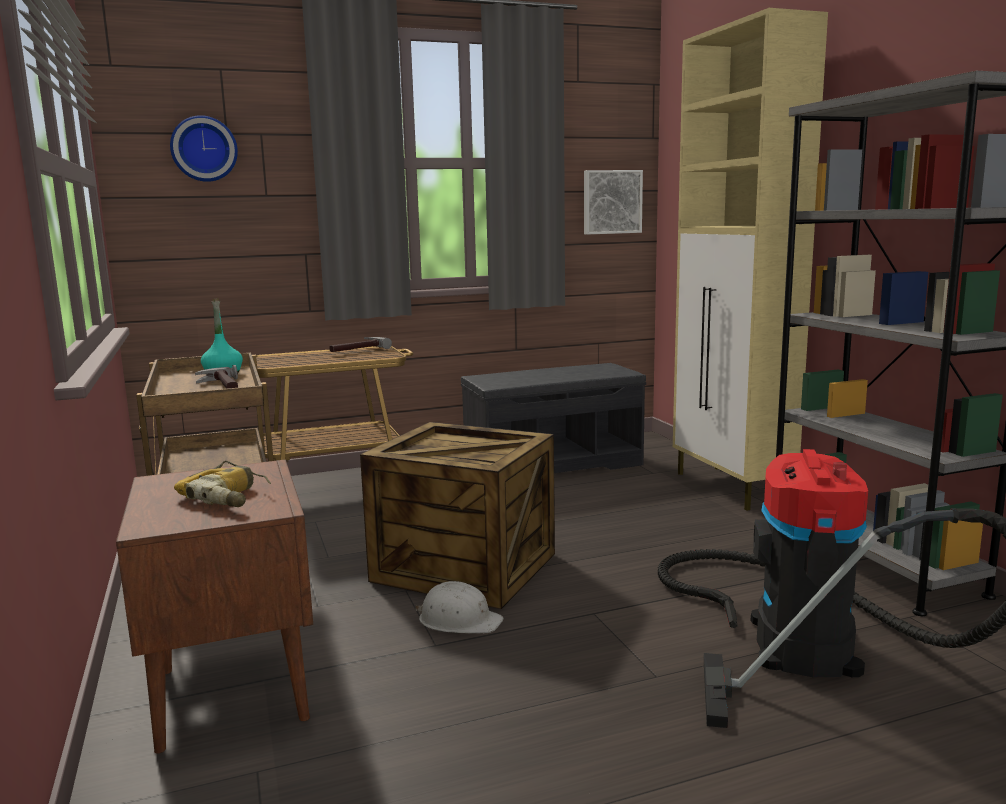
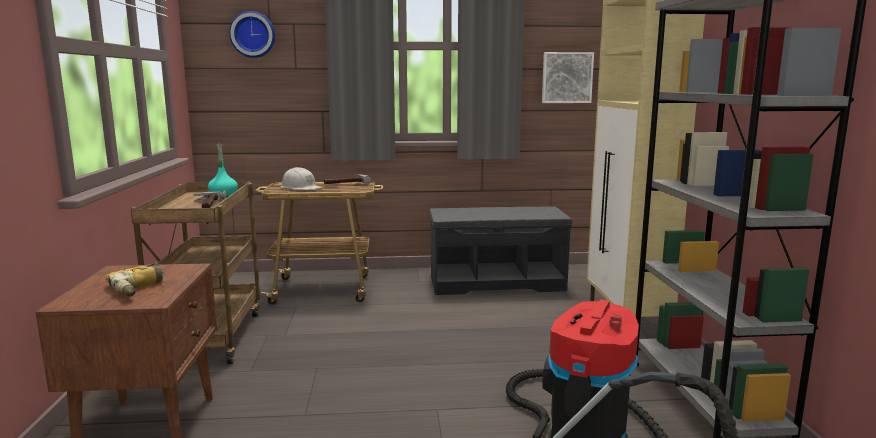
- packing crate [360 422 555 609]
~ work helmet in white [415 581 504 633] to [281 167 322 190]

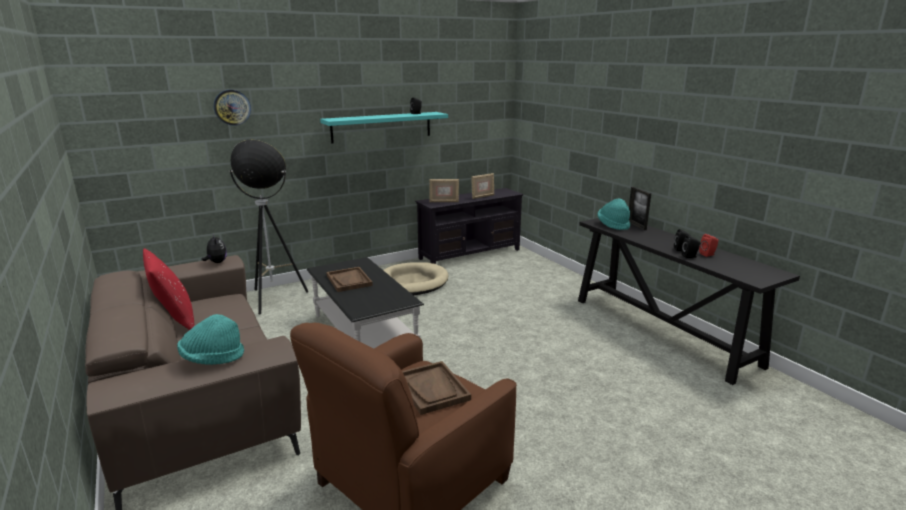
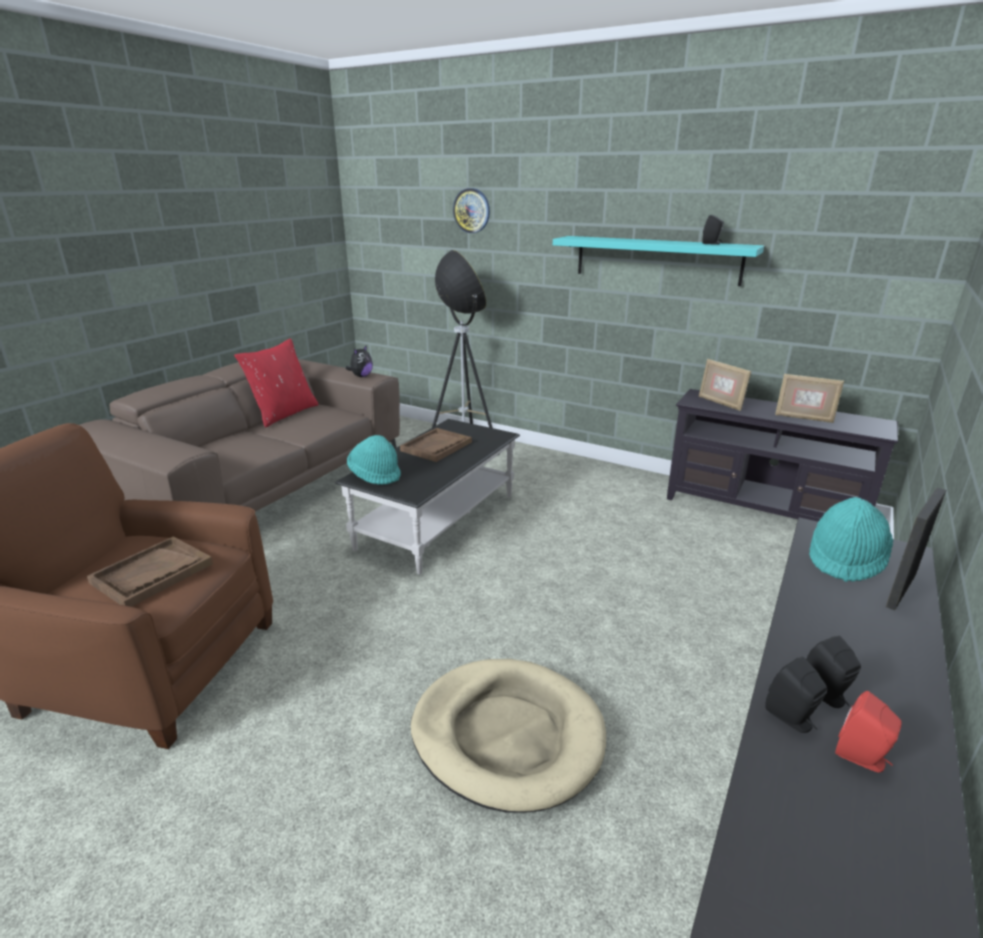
~ dog cushion in beige [383 262 449 295] to [411 659 606 813]
~ hat in turquoise [177 314 244 365] to [347 435 401 485]

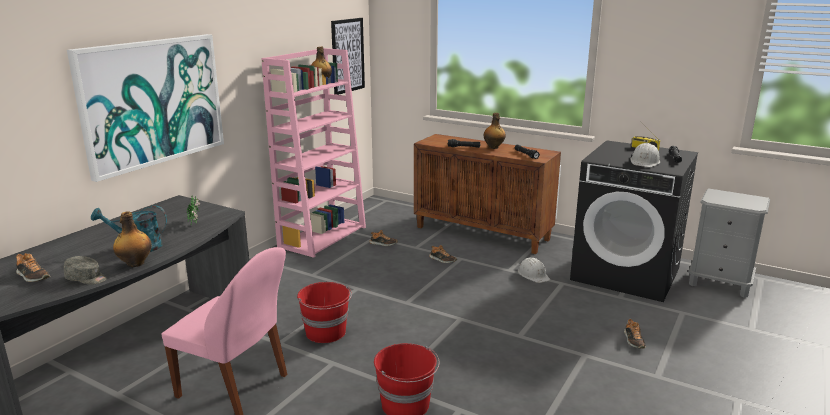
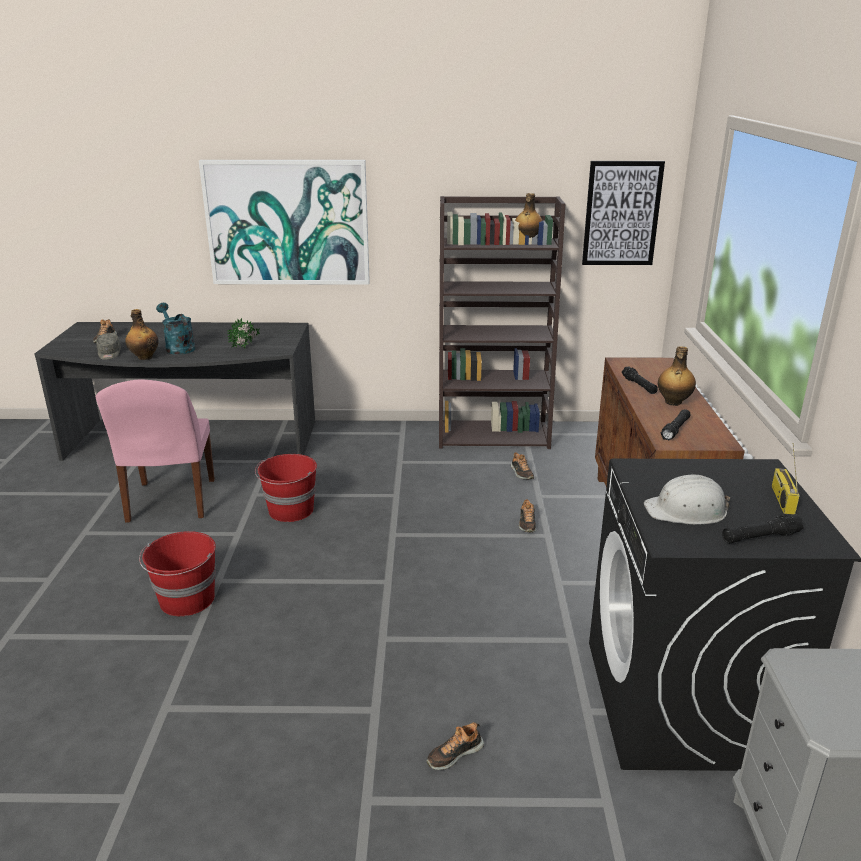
~ bookcase in pink [261 48 366 258] to bookcase in brown [439 196 565 449]
- work helmet in white [518 258 550 283]

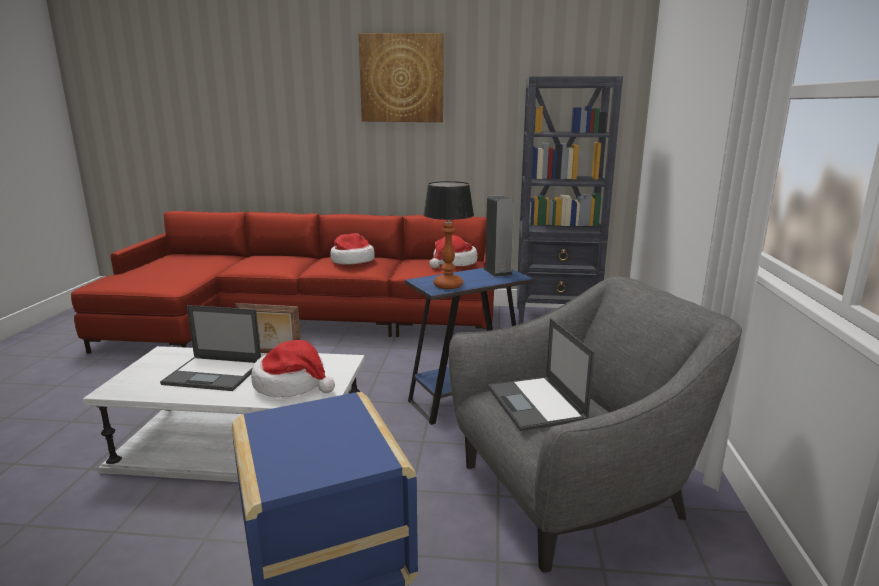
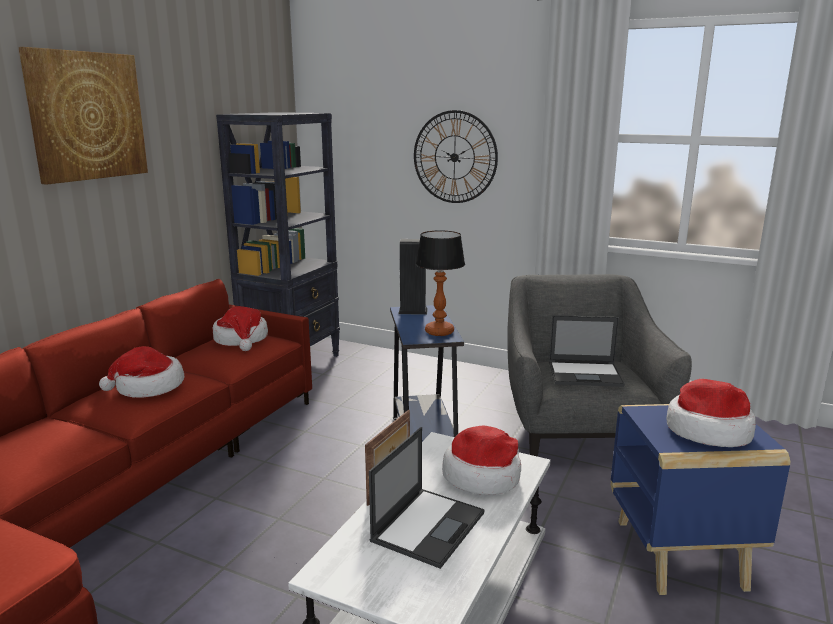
+ wall clock [414 110 498 203]
+ hat [667 379 756 447]

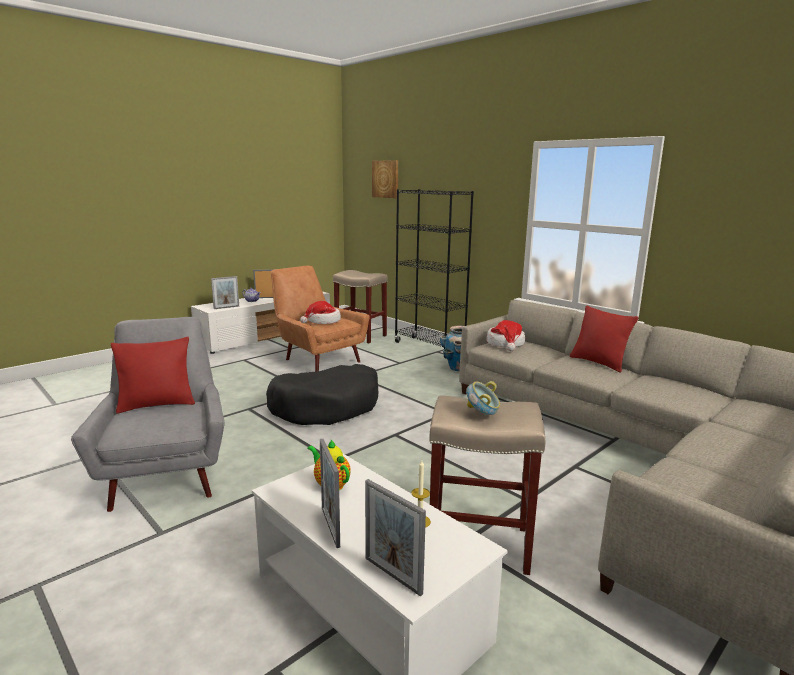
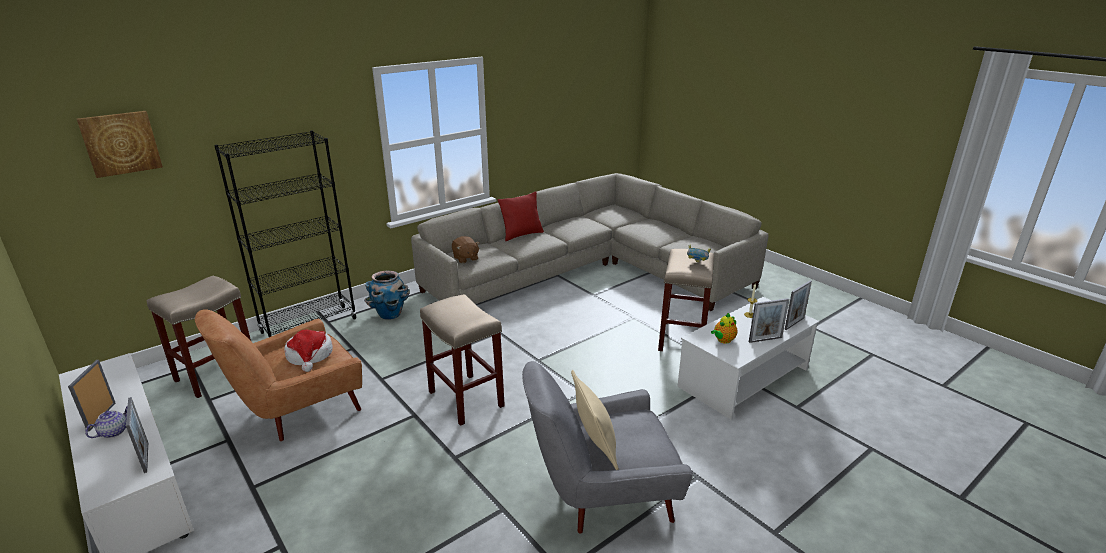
~ hat [487 320 525 351] to cuddly toy in brown [452 236 480 263]
~ cushion in reddish [111 337 195 414] to cushion in beige [571 370 619 470]
~ dog cushion in black-coloured [266 364 378 425] to stool in beige [420 294 505 426]

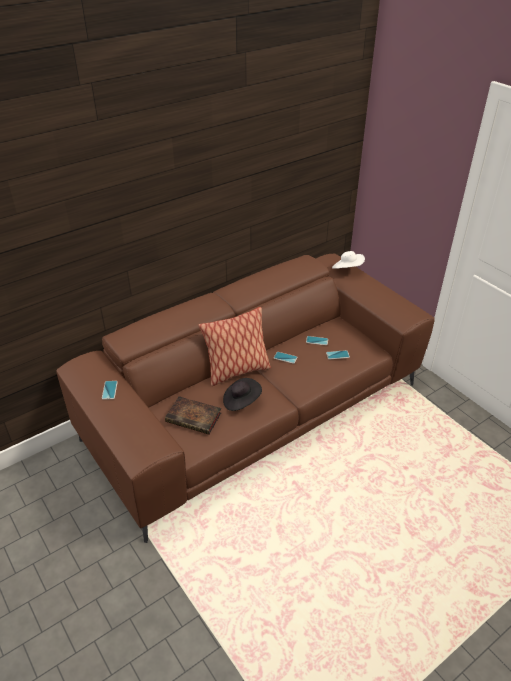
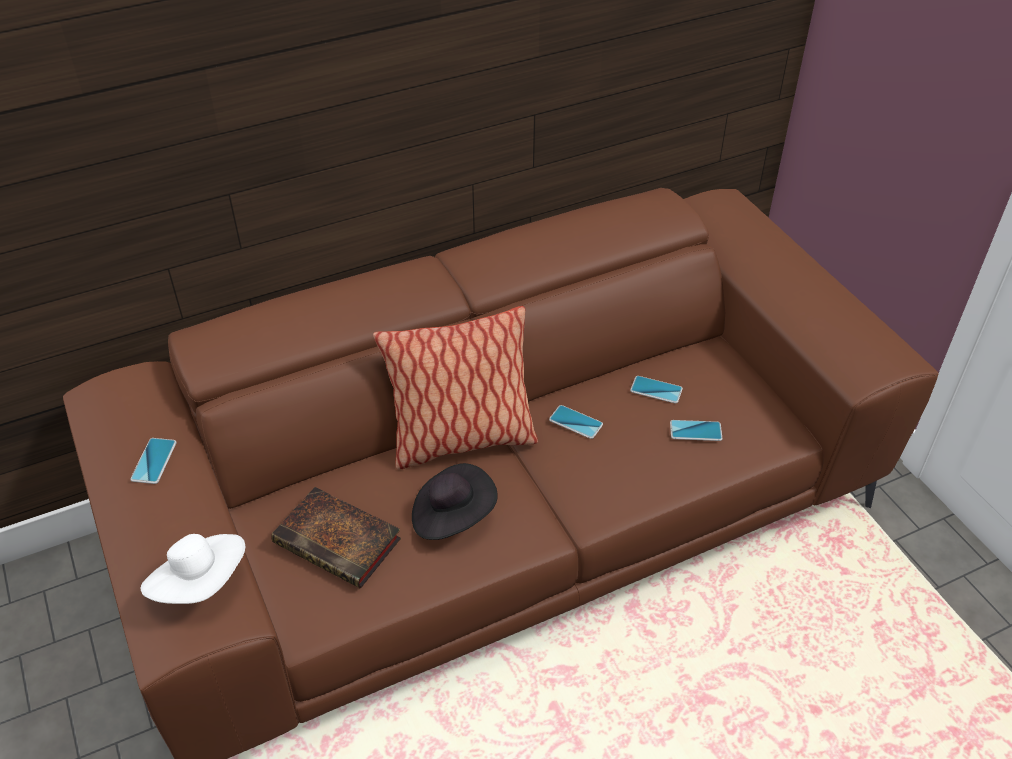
~ hat in white [332 251 365 269] to [141 534 245 604]

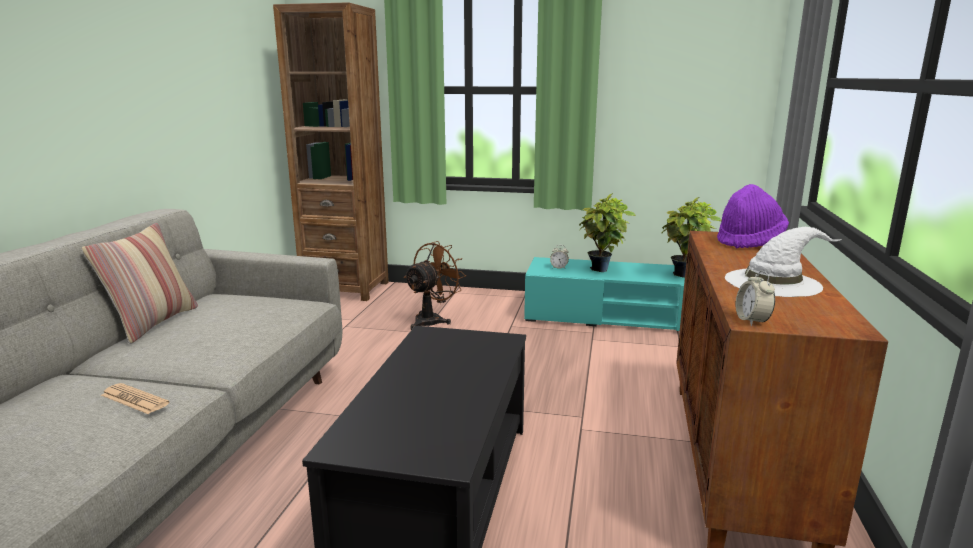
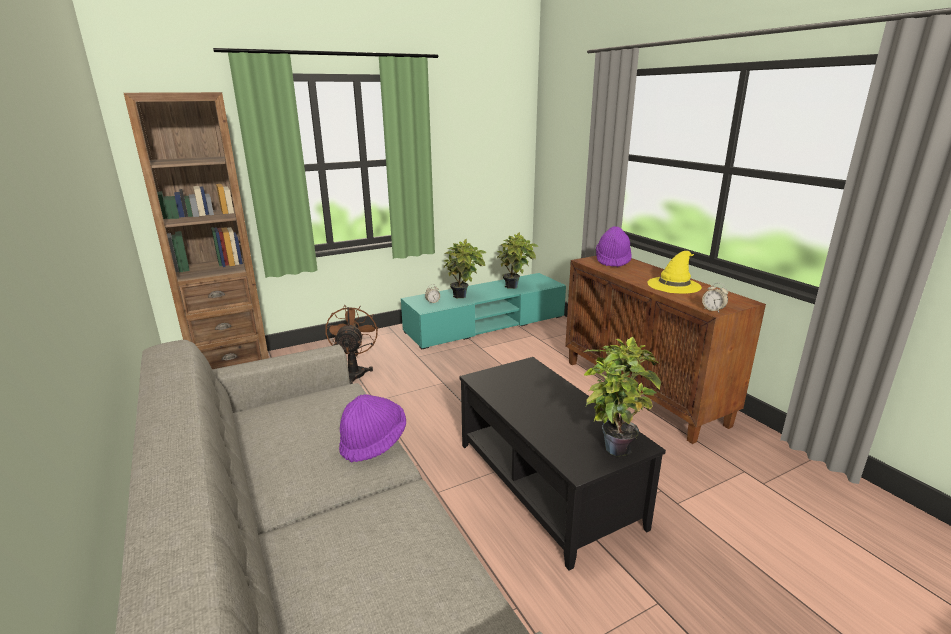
- cushion [81 223 198 344]
~ hat in white [725 227 842 297] to hat in yellow [647 251 702 294]
- newspaper [101 383 170 414]
+ houseplant [584 337 661 457]
+ hat in purple-coloured [339 394 406 462]

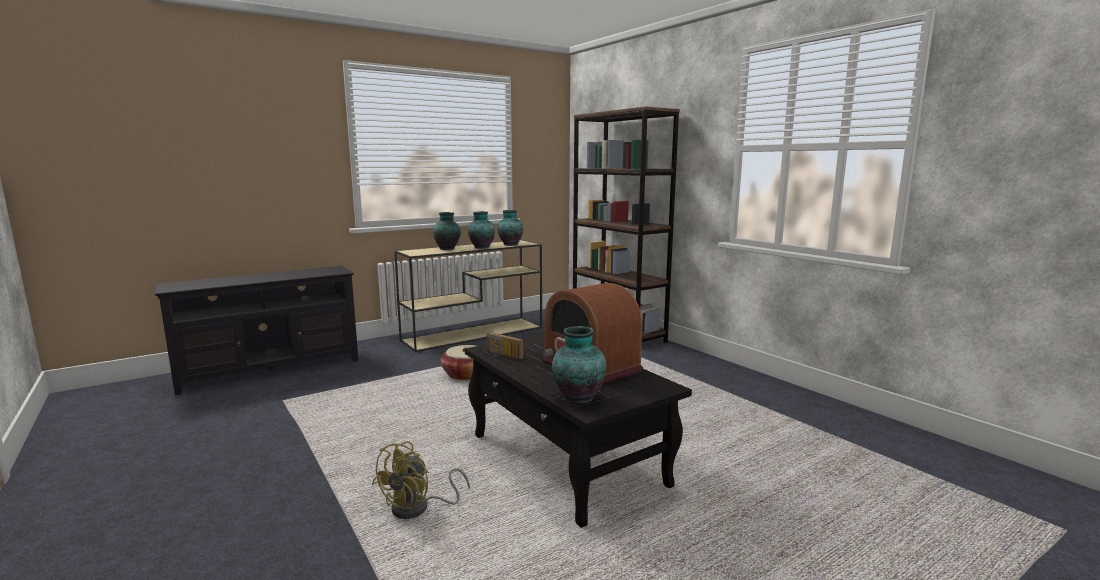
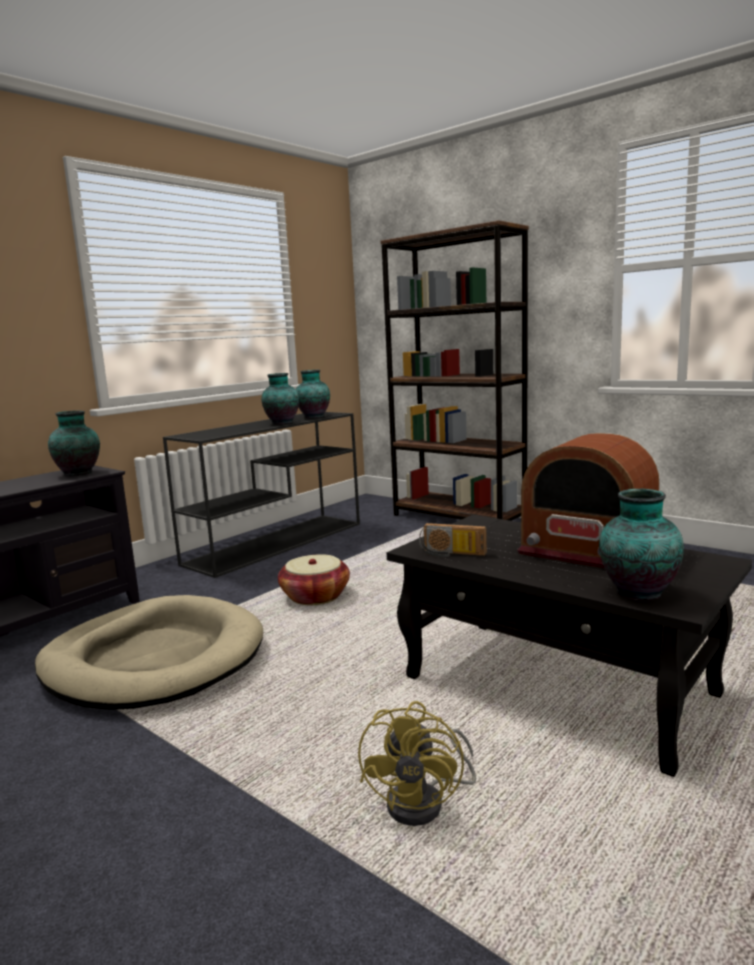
~ flower vase [433 212 461 250] to [48 410 100 476]
~ hall table in beige [394 240 542 352] to hall table in black-coloured [163 412 360 578]
+ dog cushion in beige [35 595 263 710]

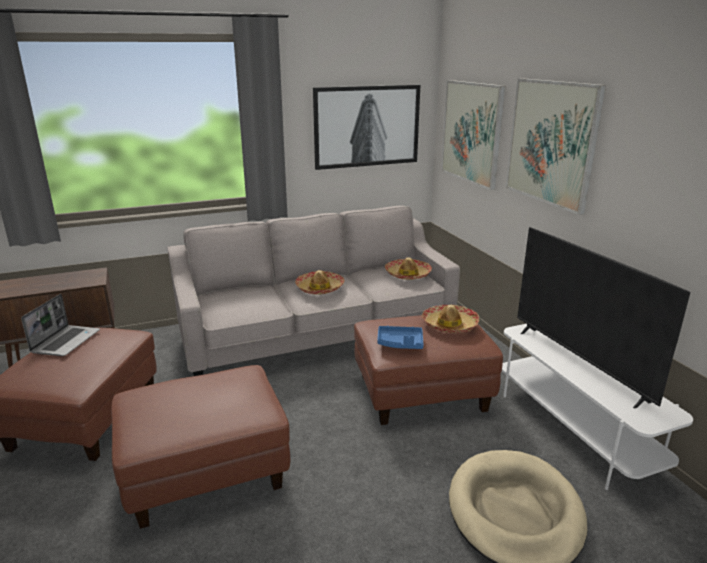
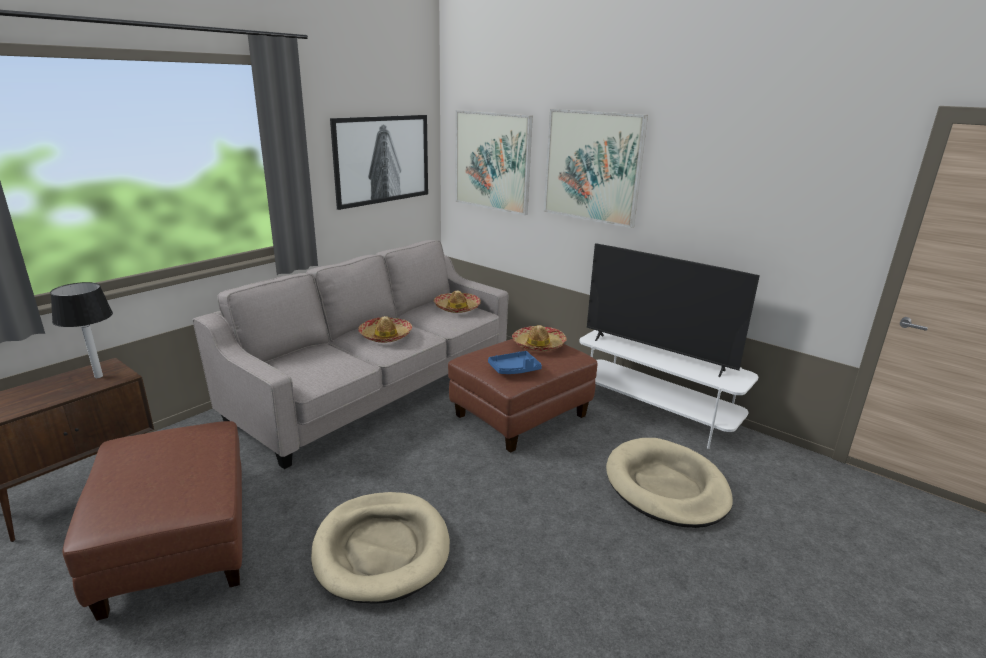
- notebook computer [21 294 100 356]
~ ottoman in brown [111 365 290 529] to dog cushion in beige [311 492 450 604]
+ lamp for a table [50 282 113 378]

